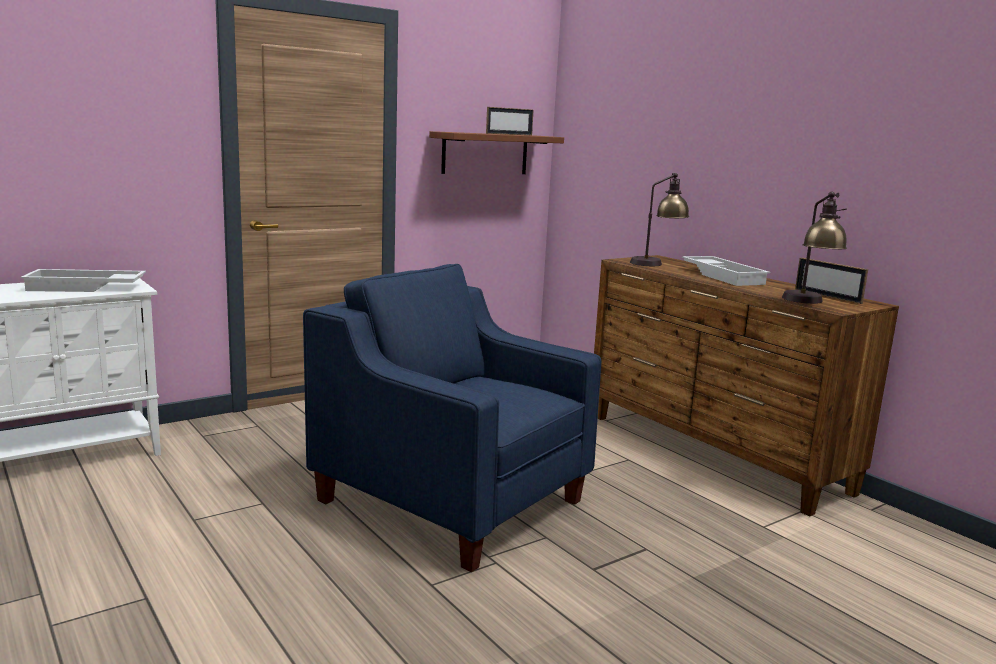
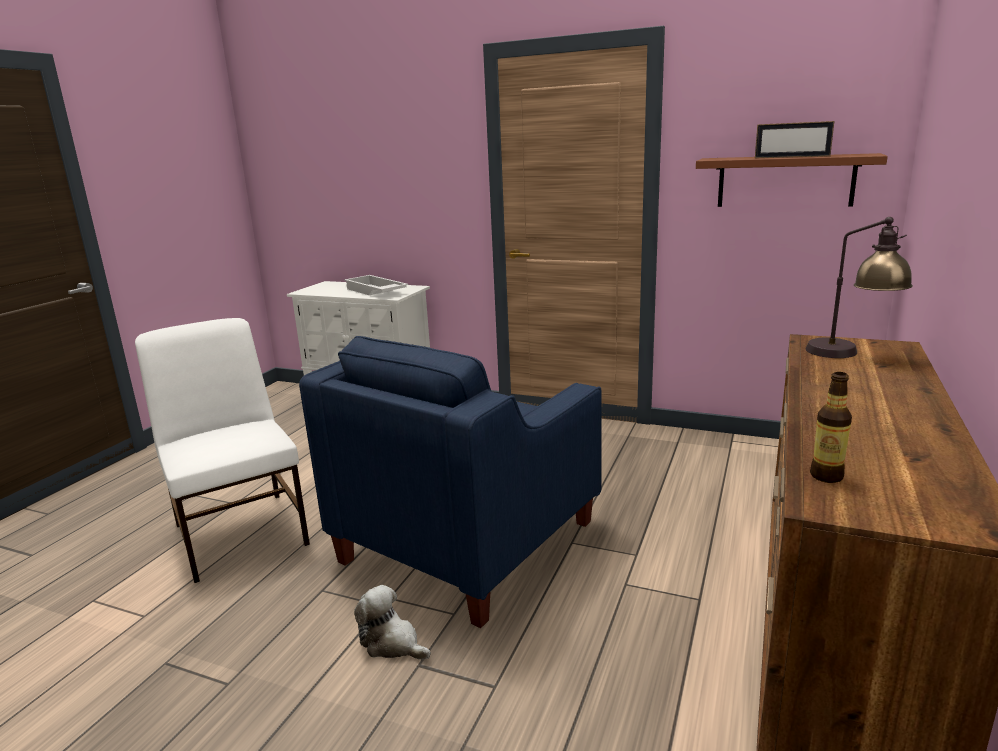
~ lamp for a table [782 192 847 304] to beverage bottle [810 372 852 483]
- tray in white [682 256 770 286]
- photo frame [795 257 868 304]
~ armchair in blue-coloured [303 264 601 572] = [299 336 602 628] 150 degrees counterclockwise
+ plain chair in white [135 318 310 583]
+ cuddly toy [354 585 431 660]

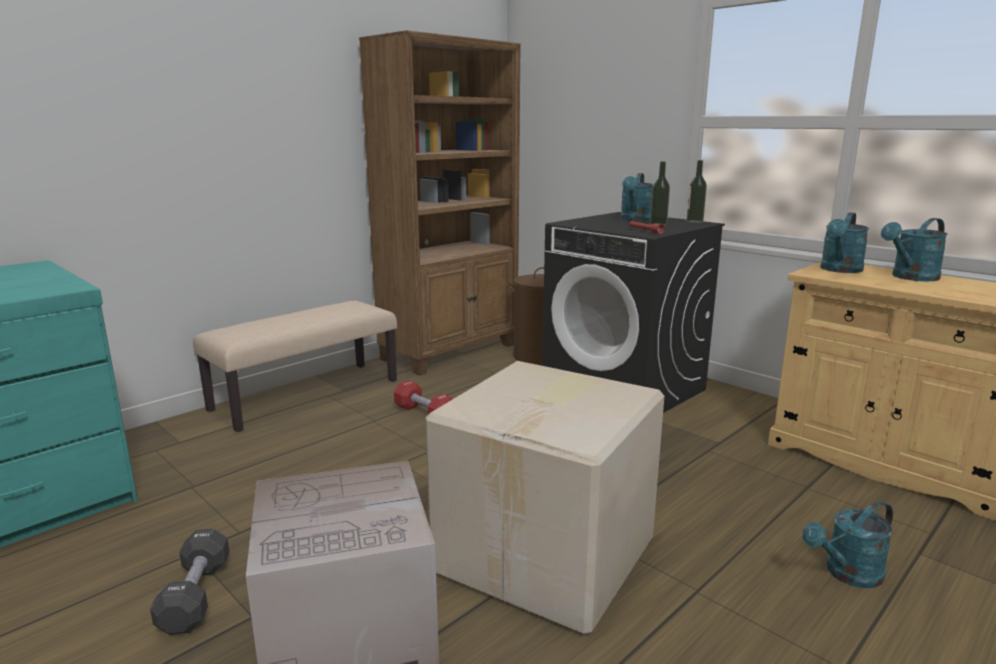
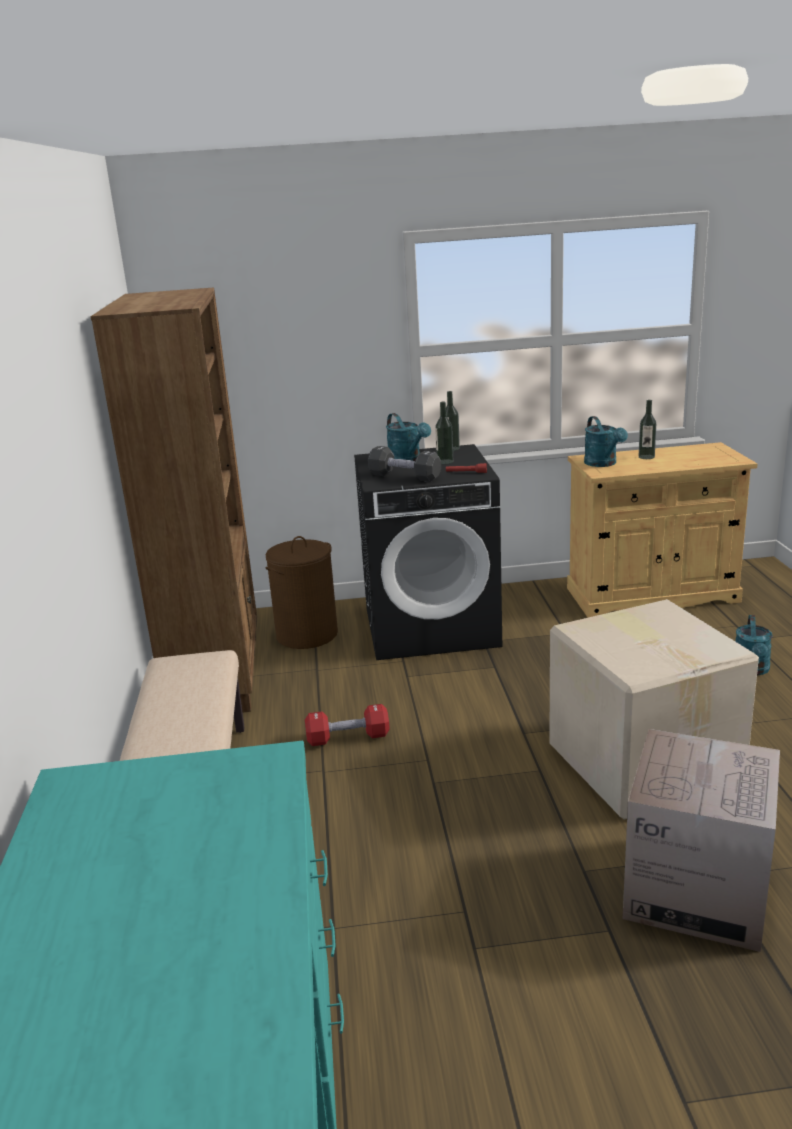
~ watering can in turquoise [881 218 948 281] to beverage bottle [639 400 656 459]
~ hand weight in black-coloured [150 529 229 635] to [368 446 441 482]

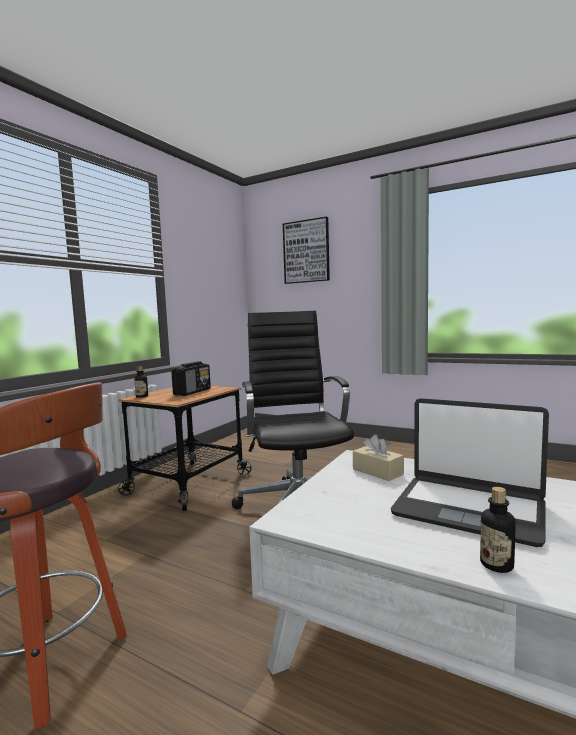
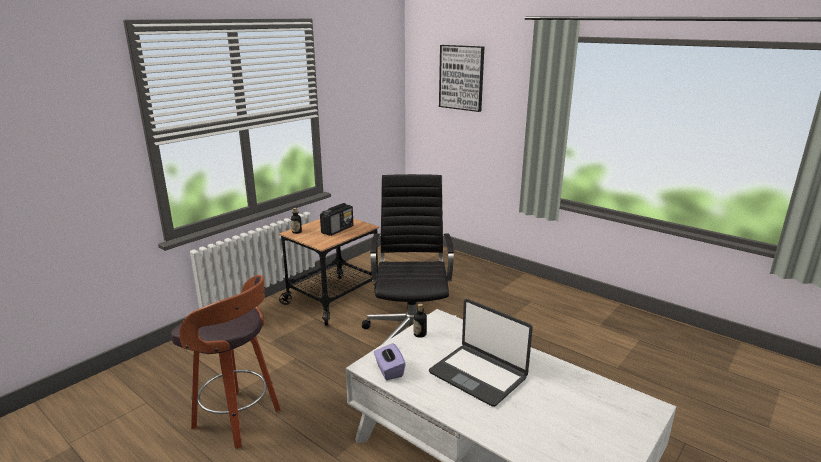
- tissue box in beige [353 435 404 481]
~ beverage bottle [480 487 516 573] to [414 304 427 338]
+ tissue box in purple-coloured [374 343 406 380]

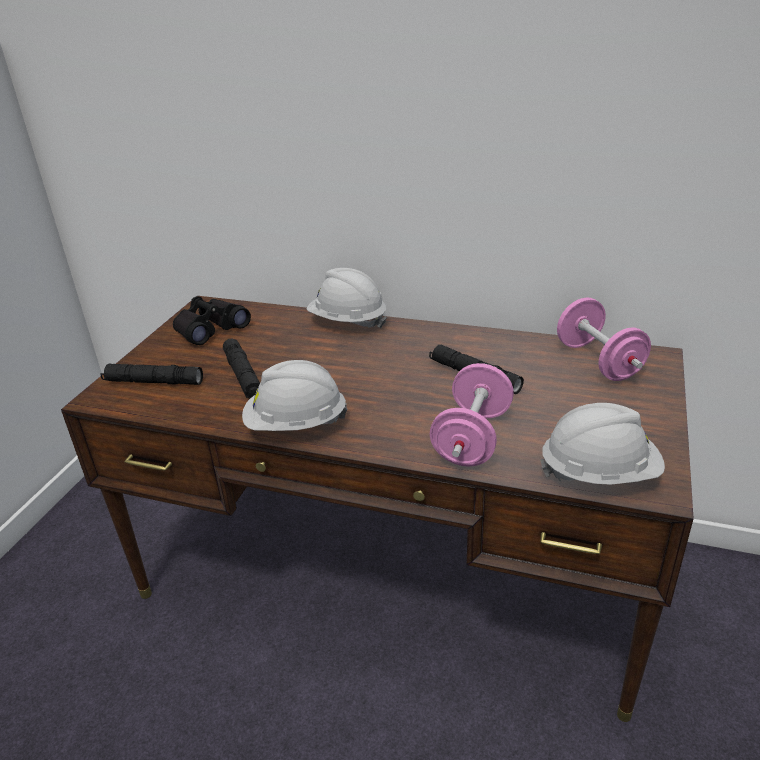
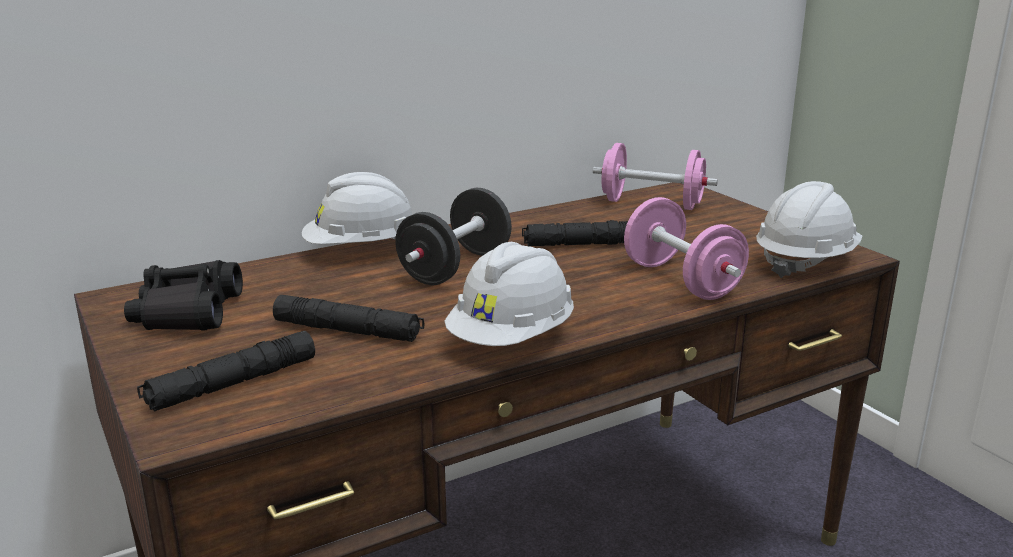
+ hand weight in black-coloured [395 188 512 285]

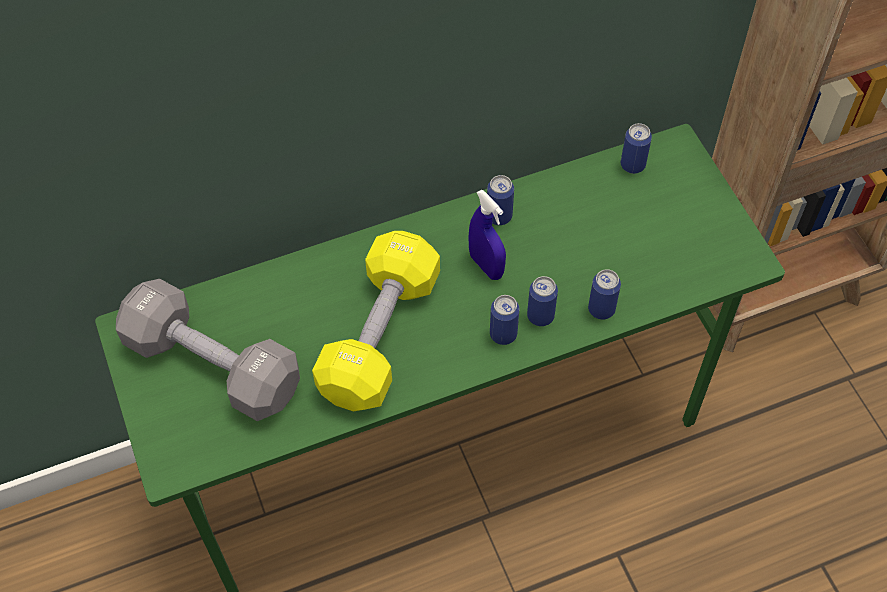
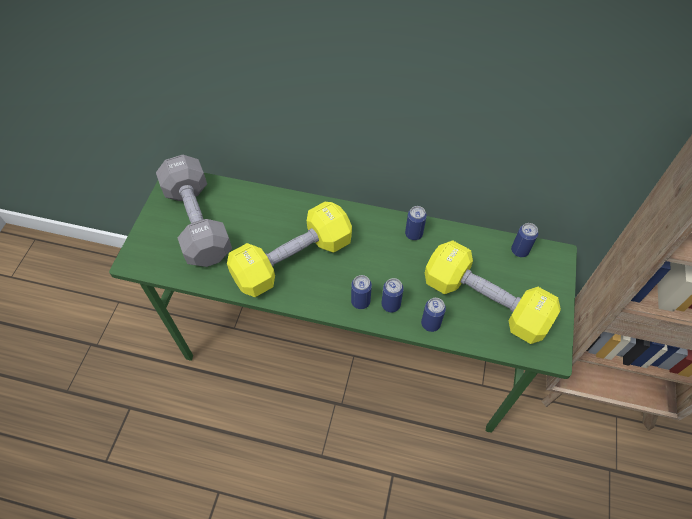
- sprayer in blue-coloured [469 189 506 280]
+ hand weight in yellow [425 240 561 344]

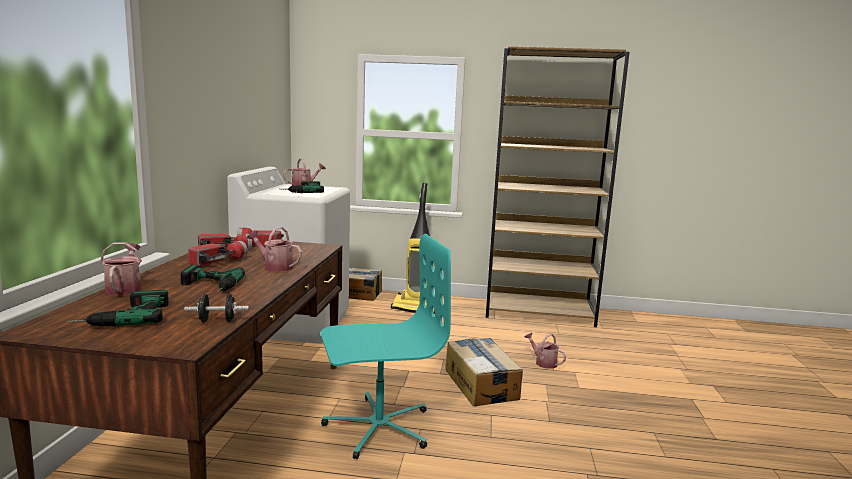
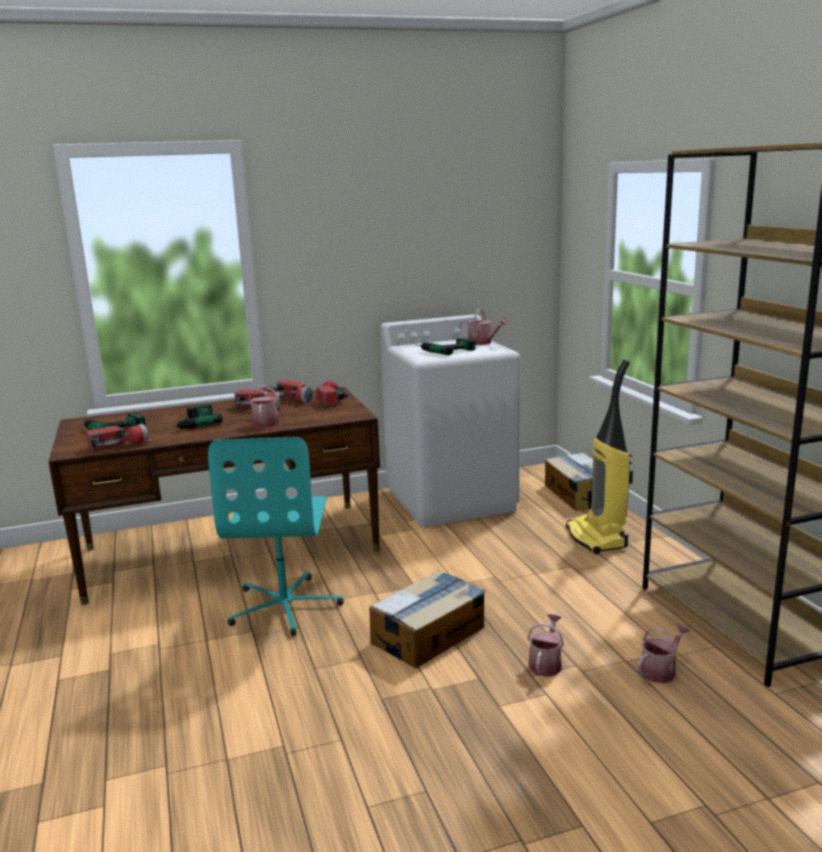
~ office chair in turquoise [321 234 451 459] = [208 437 344 636] 45 degrees clockwise
~ watering can [100 242 142 295] to [638 623 690 683]
~ hand weight in black-coloured [184 294 249 323] to torch [86 424 149 451]

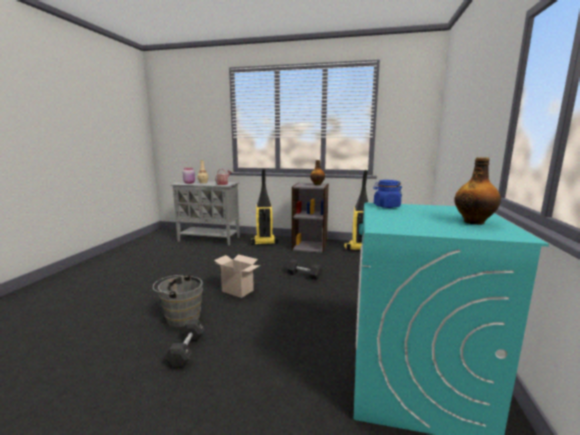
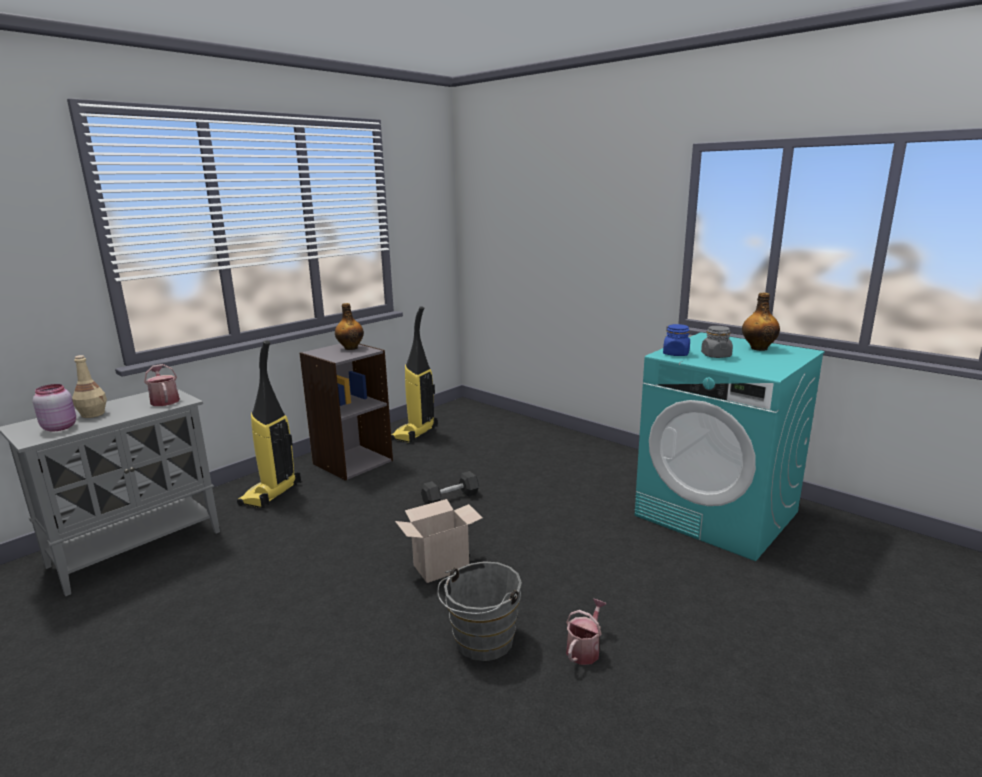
~ hand weight in black-coloured [165 320 205 368] to watering can [566 599 606 665]
+ jar in gray [701 326 733 358]

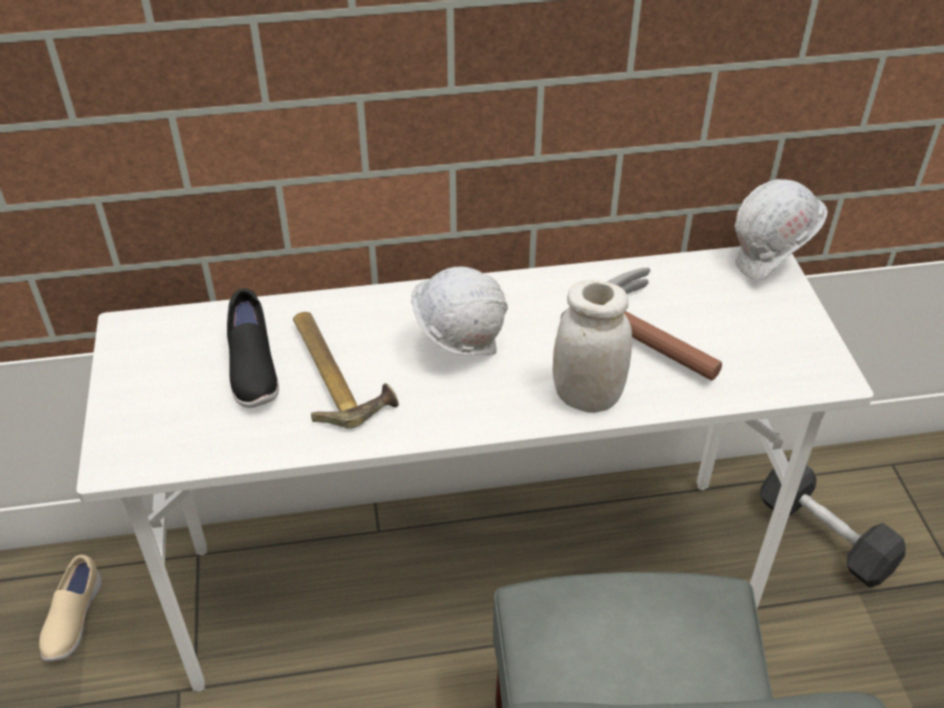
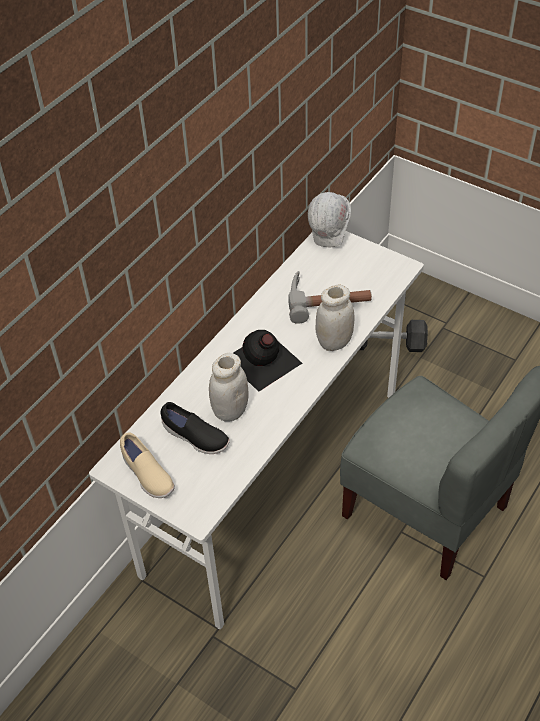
~ work helmet in white [411 266 508 355] to beverage bottle in black-coloured [233 330 302 392]
~ hand hammer [293 312 399 429] to jar in white [209 353 248 422]
~ low shoe in beige [39 555 102 662] to [120 432 175 498]

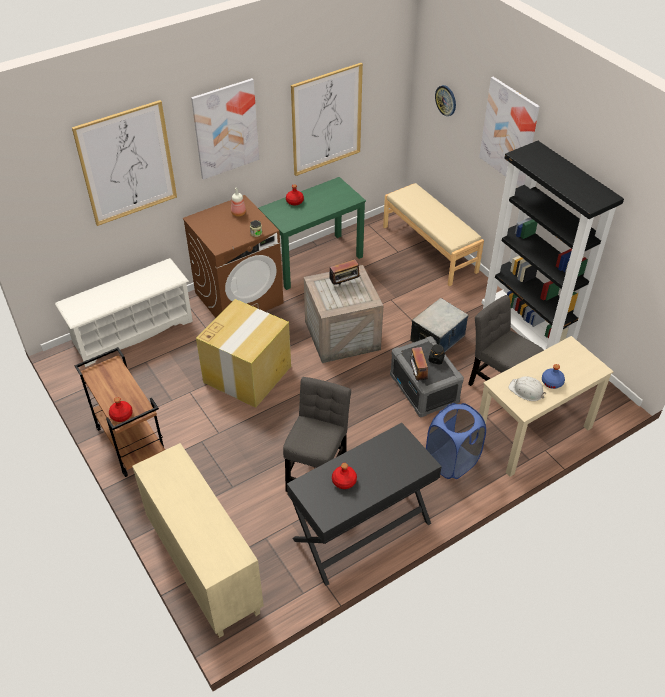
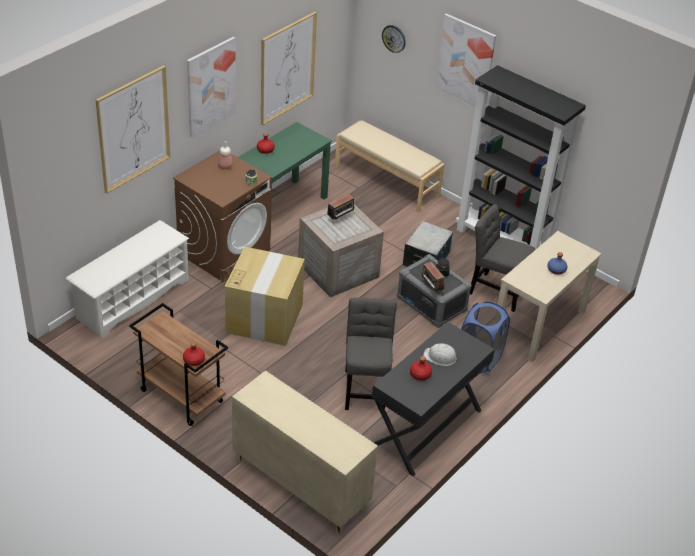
~ work helmet in white [508 376 546 401] to [423 343 459 366]

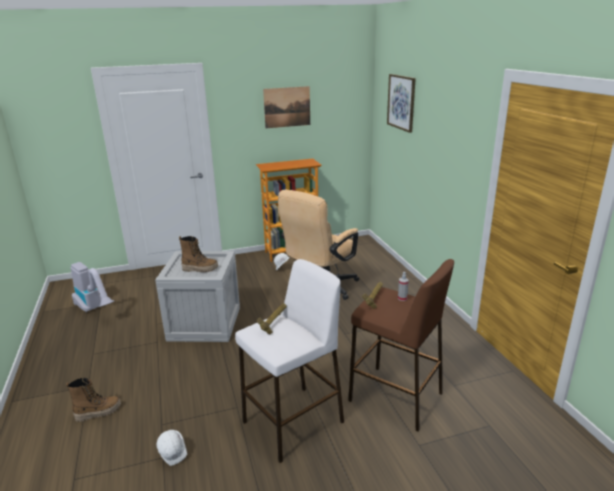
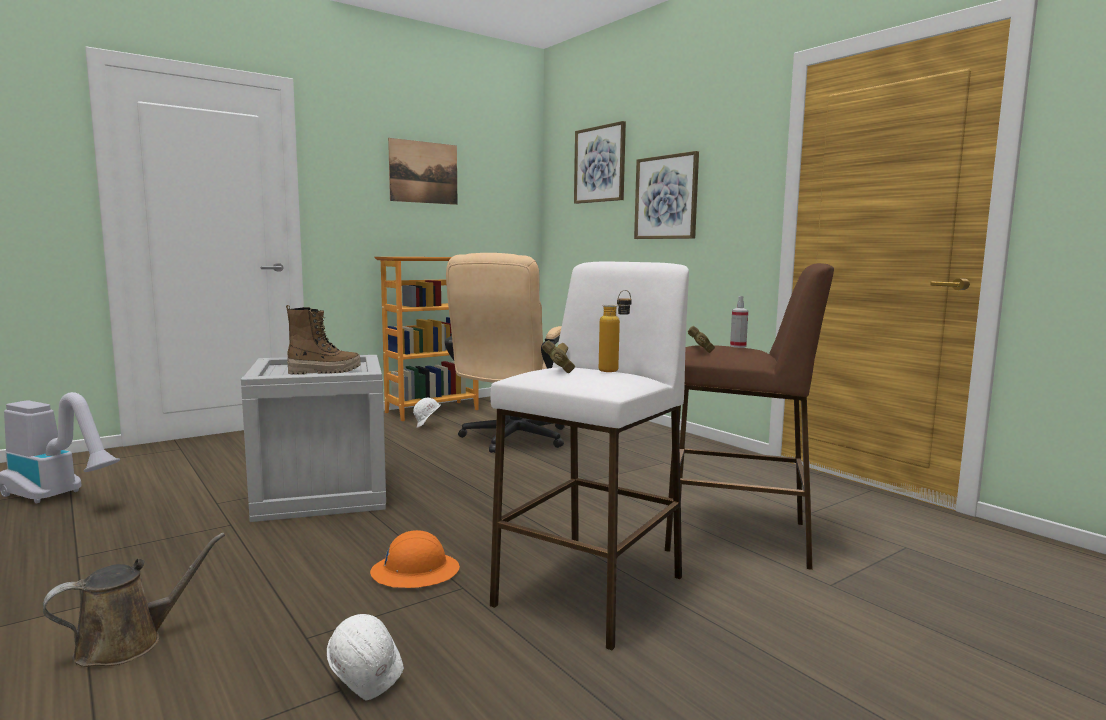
~ tall boot [66 377 121 422] to watering can in brown [43 533 225 667]
+ wall picture [634 151 699 239]
+ beverage bottle [599 290 632 372]
+ work helmet in orange [370 530 460 588]

